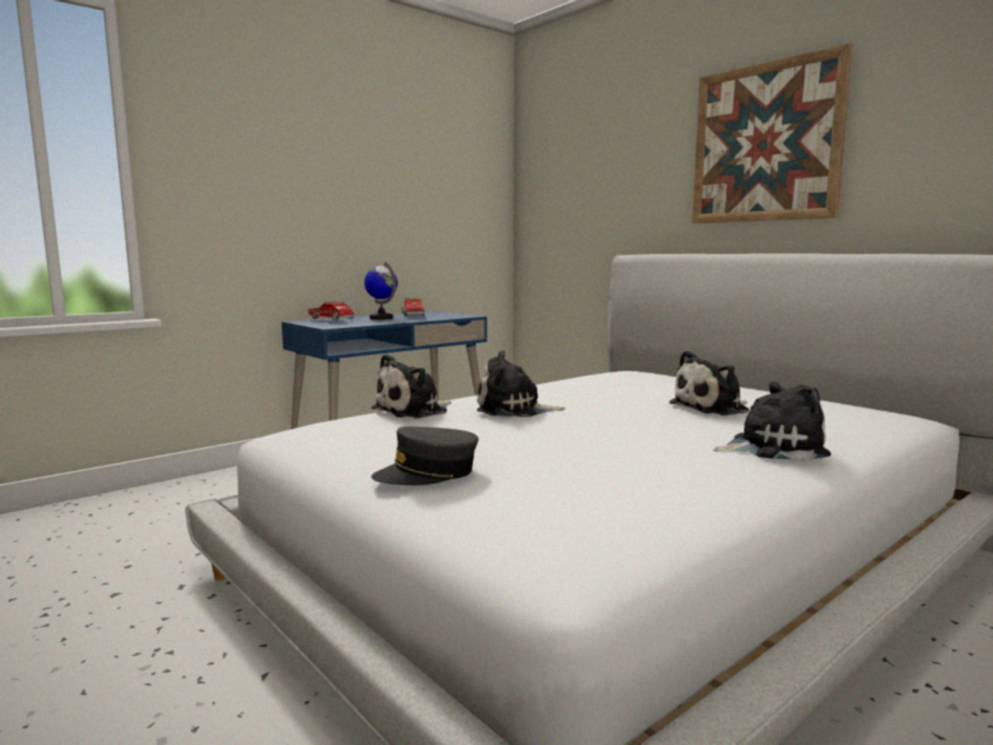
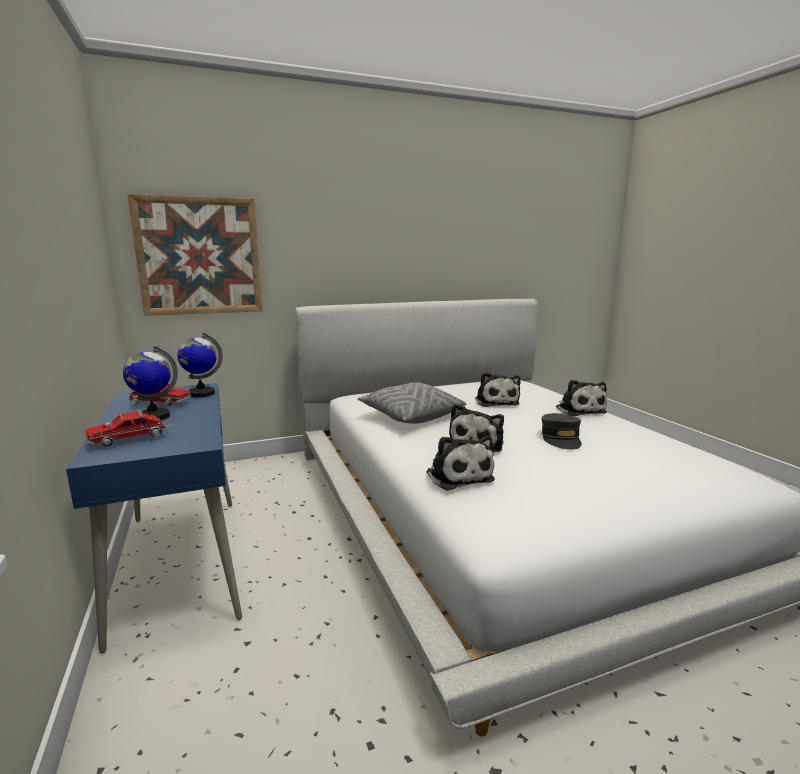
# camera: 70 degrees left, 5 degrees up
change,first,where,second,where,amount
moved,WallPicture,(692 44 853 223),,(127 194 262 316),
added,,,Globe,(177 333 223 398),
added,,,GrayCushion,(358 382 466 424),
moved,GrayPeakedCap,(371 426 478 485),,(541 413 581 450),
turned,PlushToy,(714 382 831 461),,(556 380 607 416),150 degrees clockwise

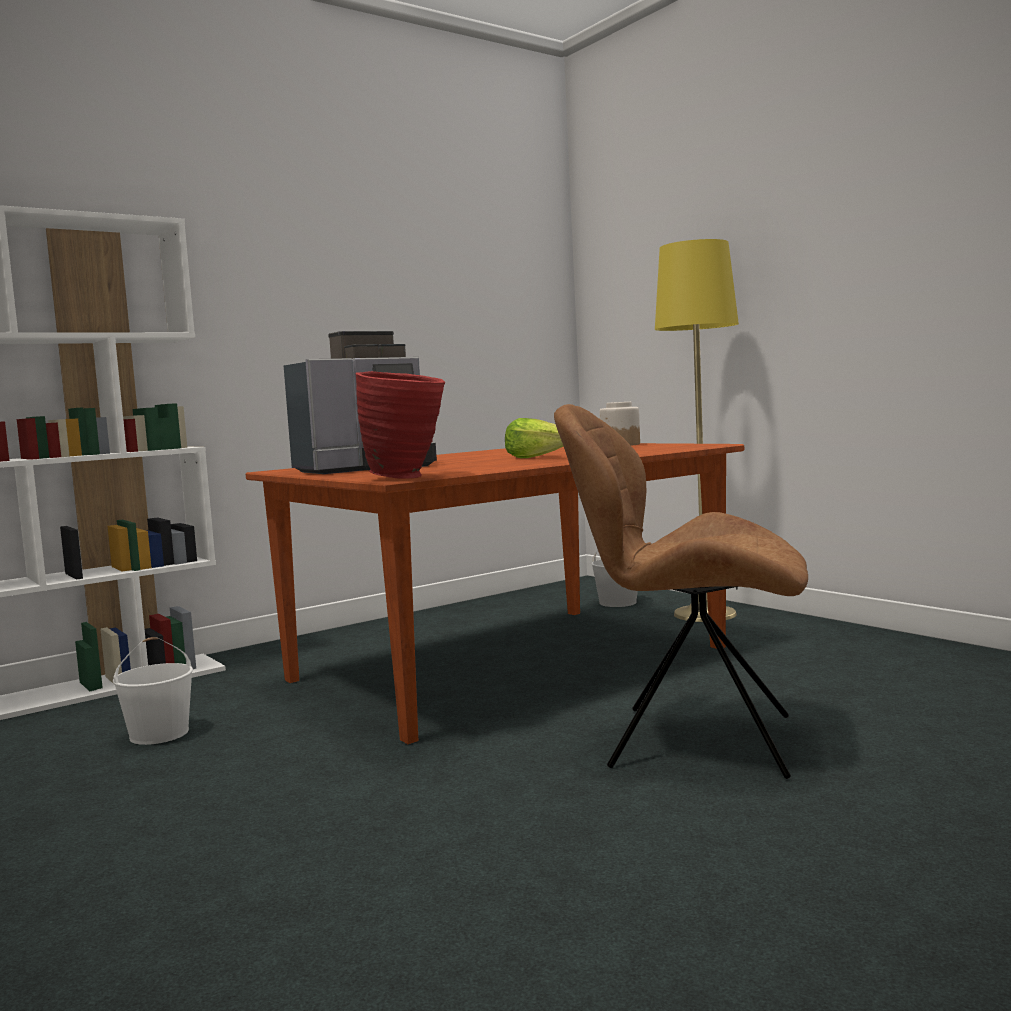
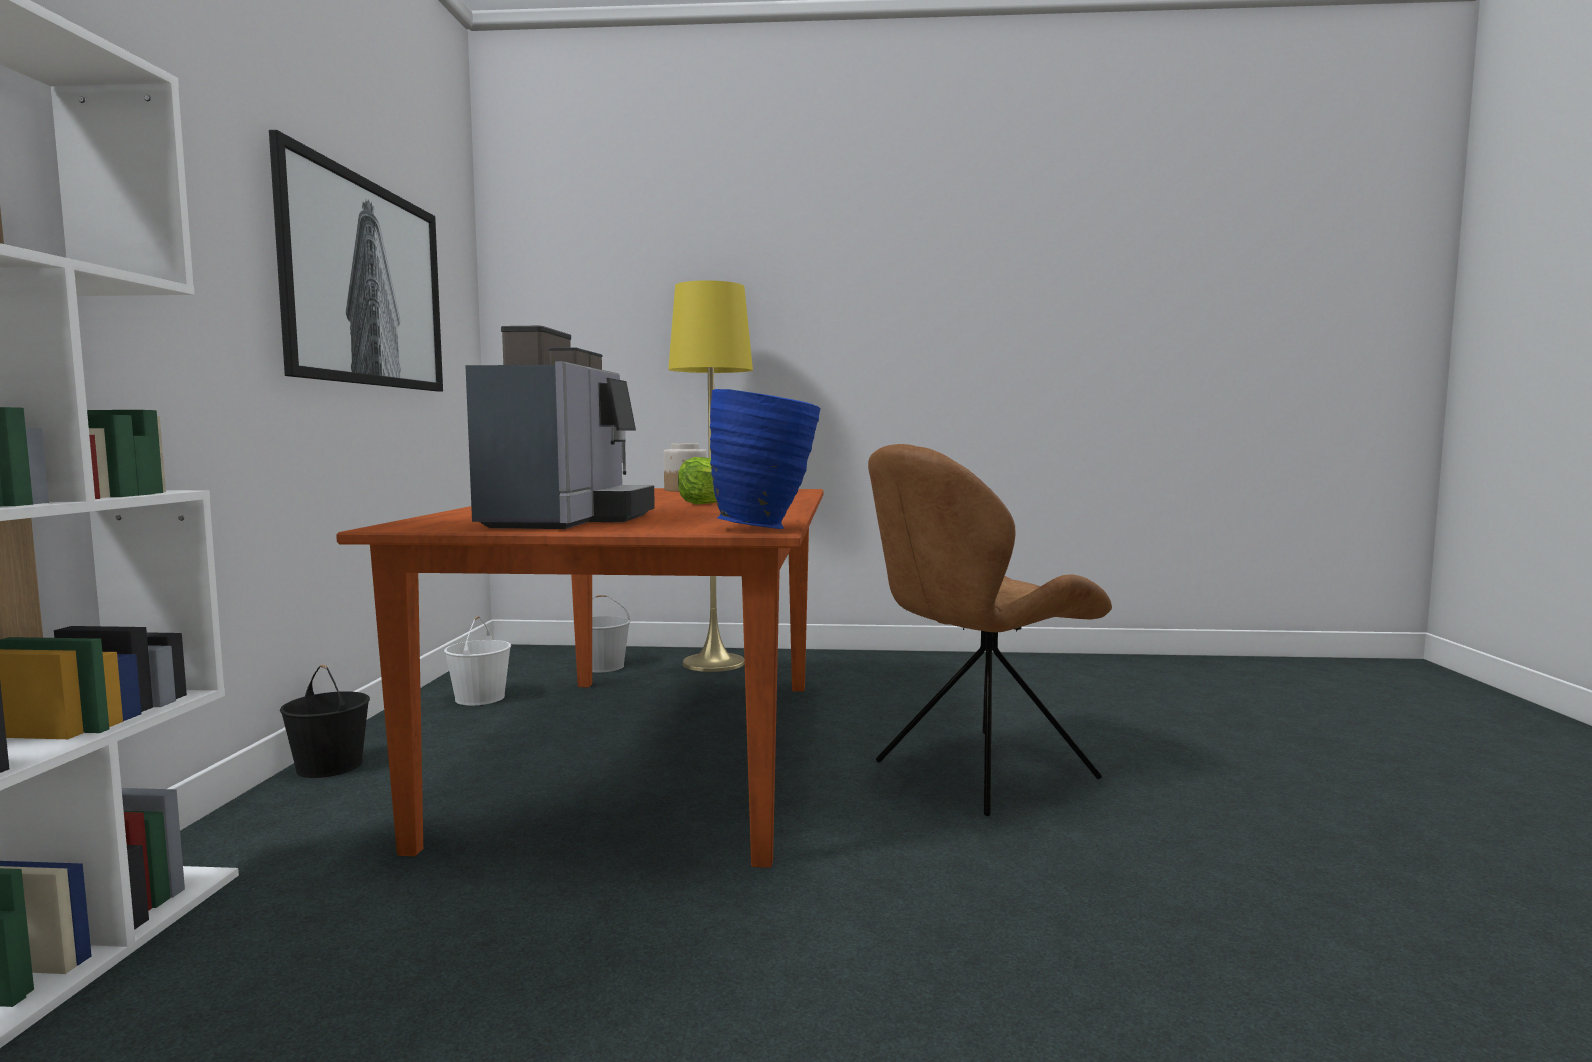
# camera: 50 degrees left, 0 degrees up
change,first,where,second,where,amount
added,,,WallPicture,(269 130 443 392),
added,,,BlackColouredBucket,(280 665 370 778),
moved,WhiteBucket,(113 637 193 745),,(444 616 511 705),
recoloured,RedColouredFlowerVase,(356 371 446 479),BlueColouredFlowerVase,(710 389 821 529),

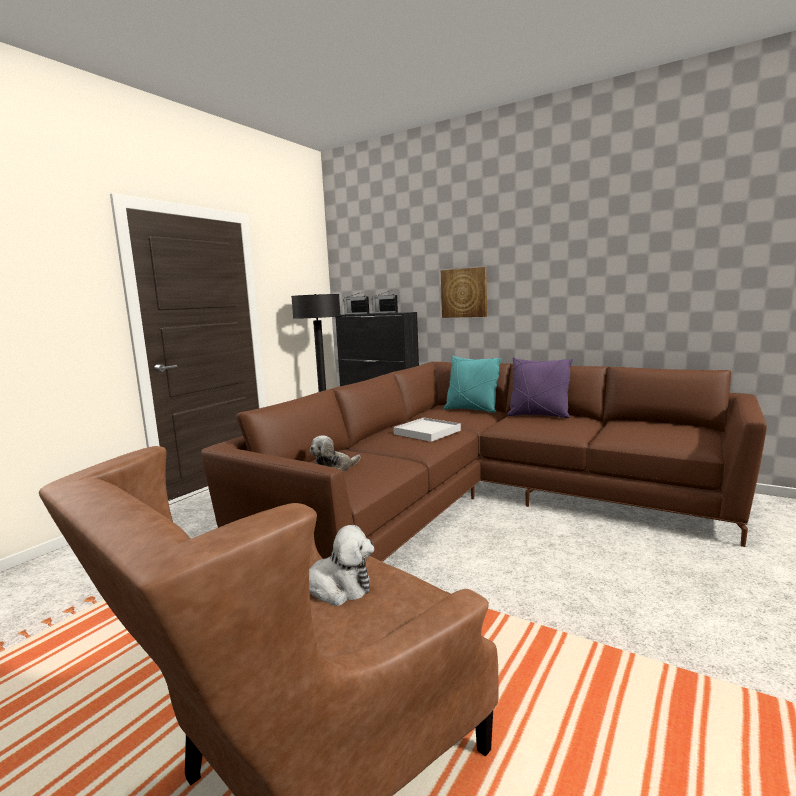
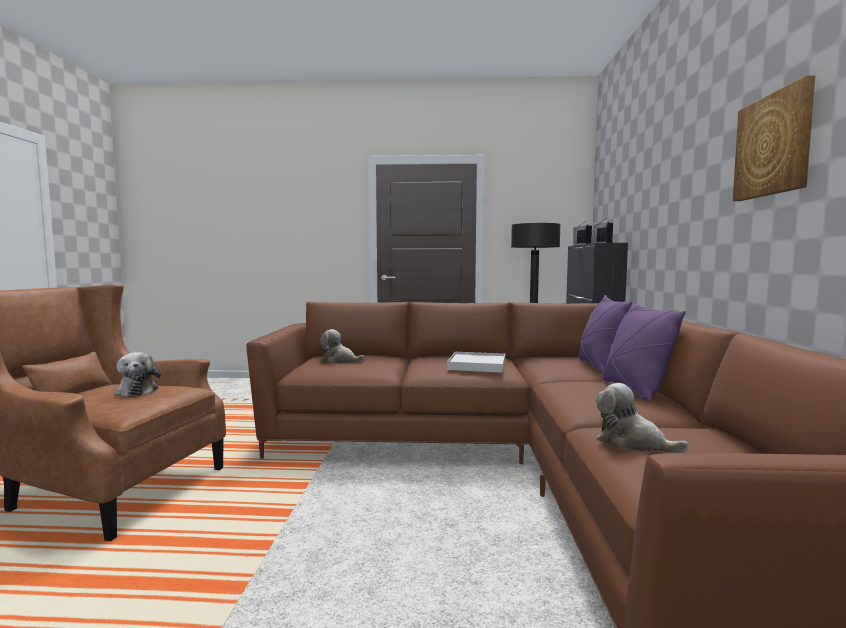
# camera: 60 degrees right, 5 degrees down
change,first,where,second,where,amount
recoloured,TurquoiseColouredCushion,(444 356 502 413),PurpleColouredCushion,(578 295 632 374),
added,,,PlushToy,(596 383 689 453),
moved,WallPicture,(441 267 487 318),,(733 75 815 201),

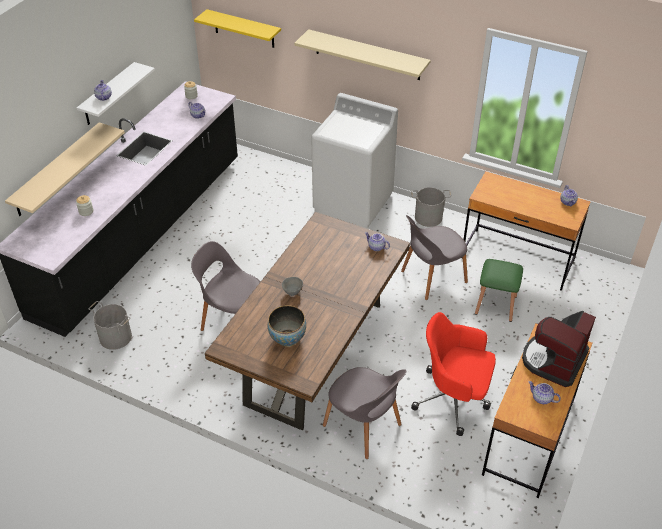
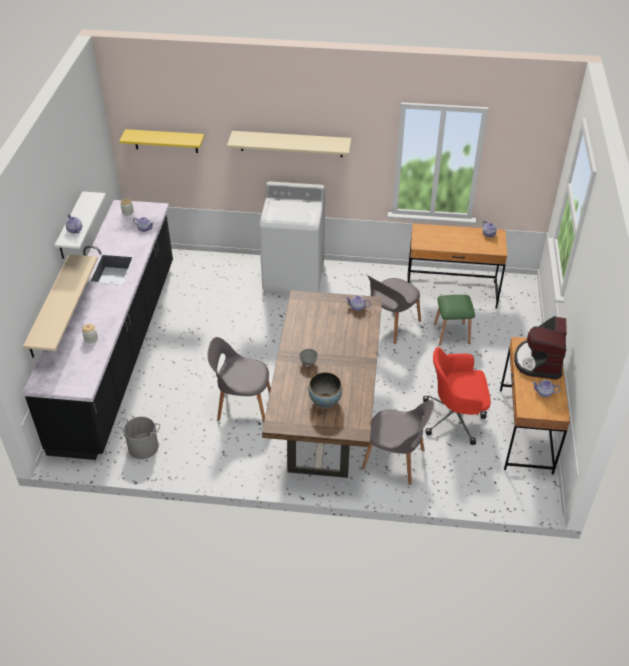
# camera: 20 degrees left, 0 degrees up
change,first,where,second,where,amount
removed,GrayBucket,(411 187 451 227),,,

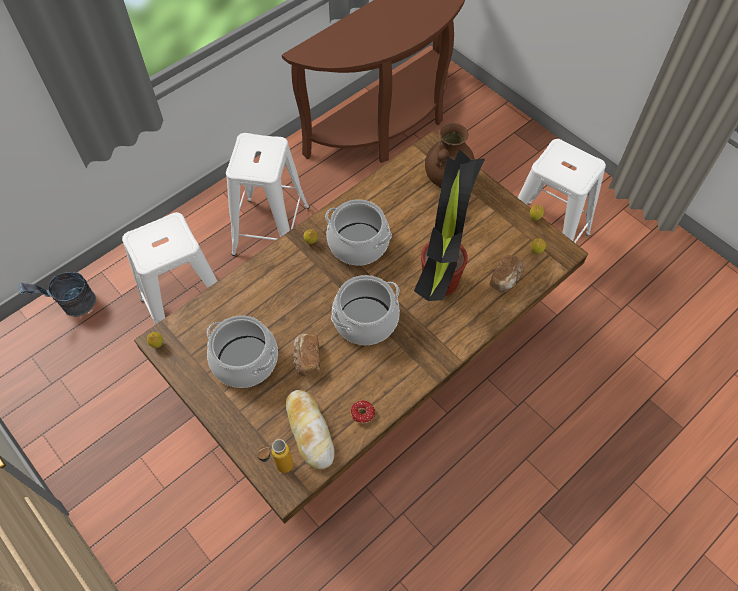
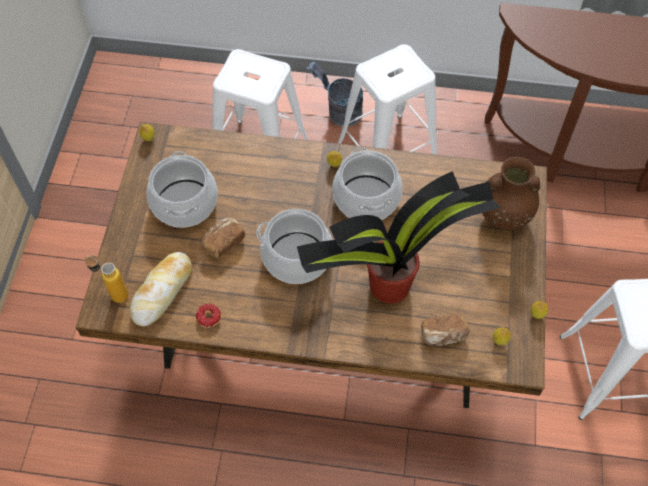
# camera: 50 degrees right, 0 degrees up
change,first,where,second,where,amount
moved,GrayBucket,(18 272 96 316),,(306 62 363 126),

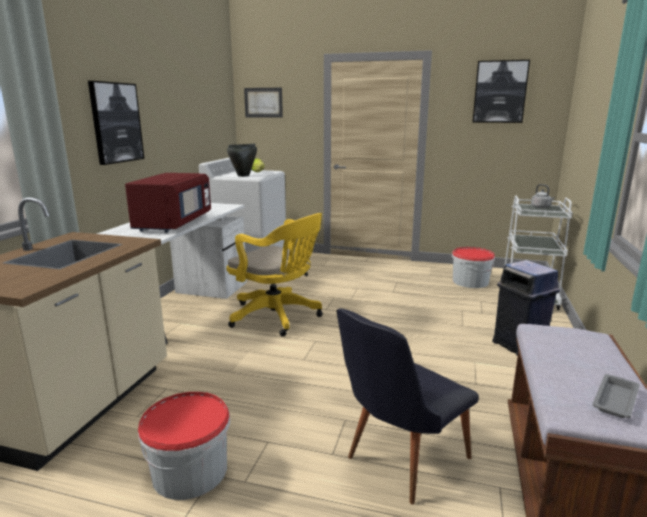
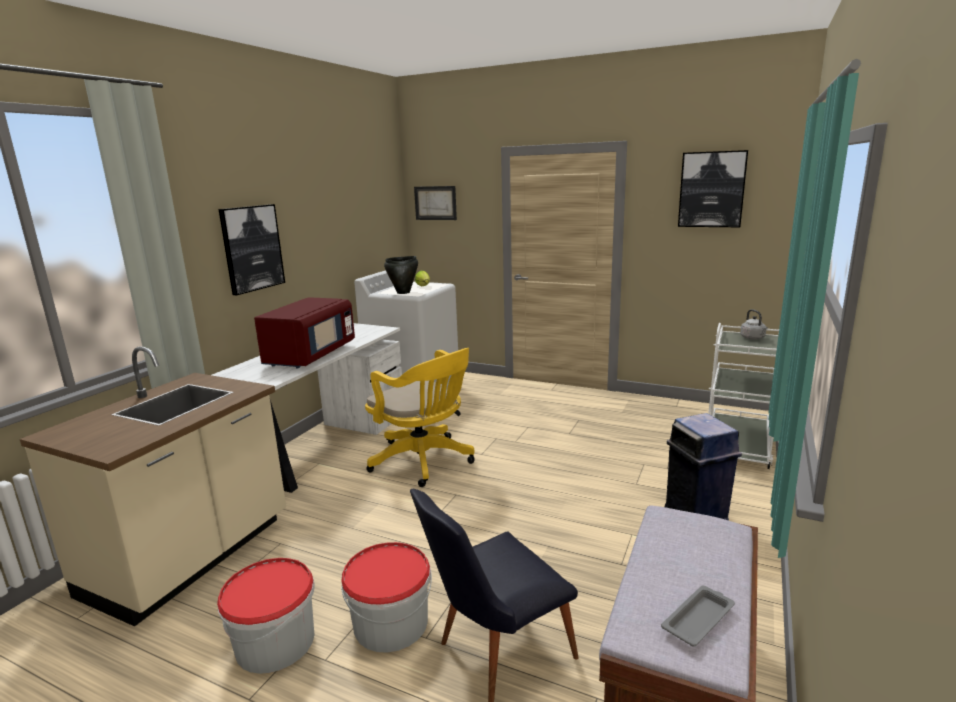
# camera: 10 degrees right, 0 degrees up
change,first,where,second,where,amount
moved,Bucket,(452 247 495 288),,(341 542 432 653),

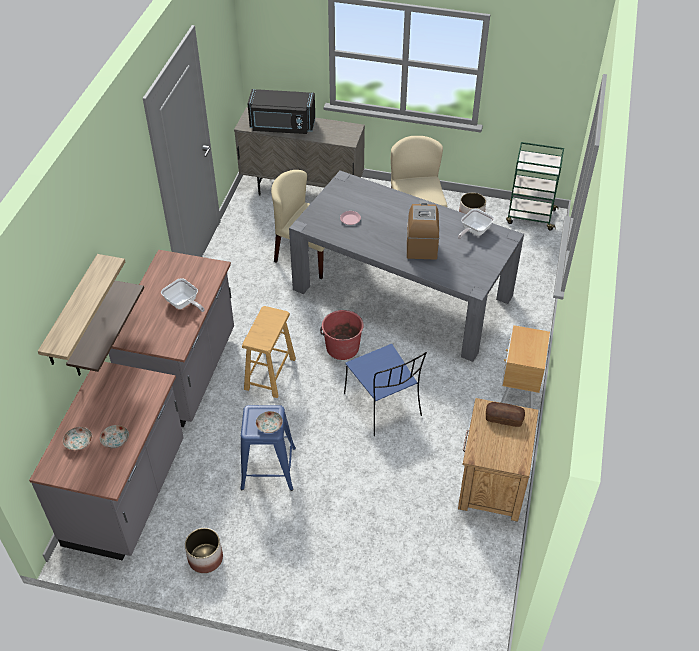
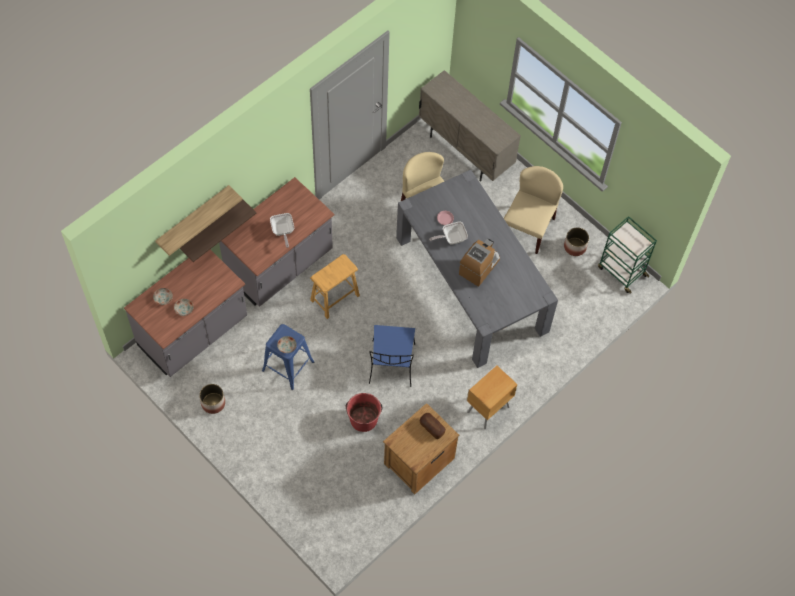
# camera: 30 degrees right, 15 degrees up
change,first,where,second,where,amount
moved,RedColouredBucket,(320 310 364 360),,(346 393 383 432),
moved,Pan,(458 209 495 239),,(429 221 468 245),
removed,BlackColouredMicrowave,(247 89 315 134),,,

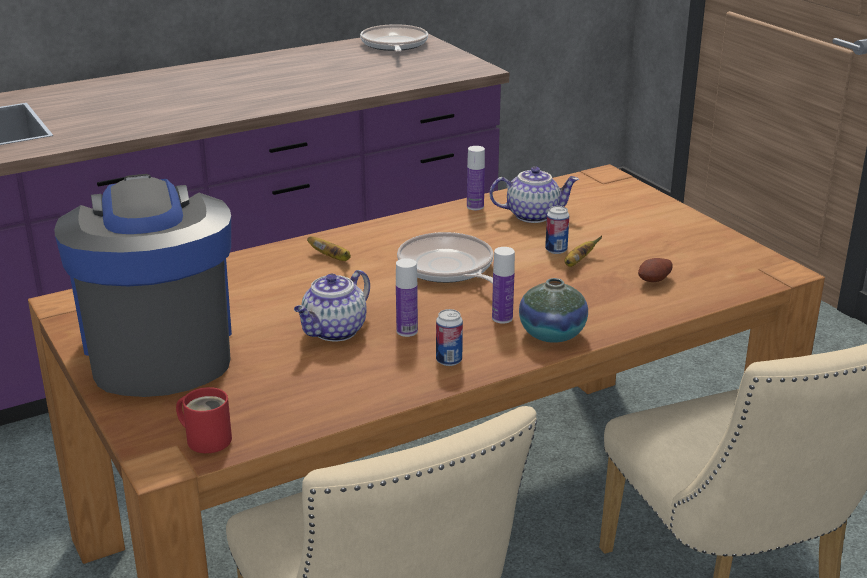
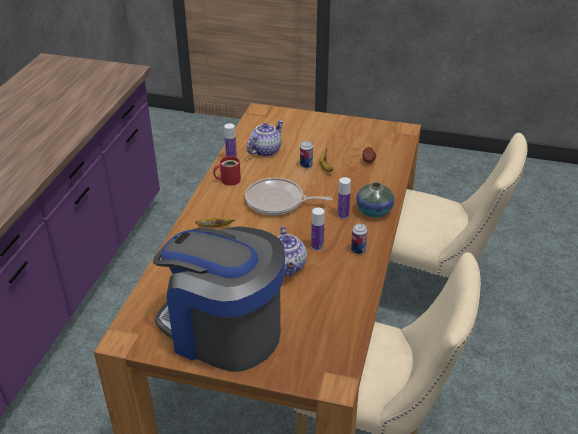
# camera: 45 degrees left, 10 degrees up
change,first,where,second,where,amount
moved,RedColouredMug,(176 387 232 453),,(213 156 241 186),
removed,Pan,(360 24 428 52),,,

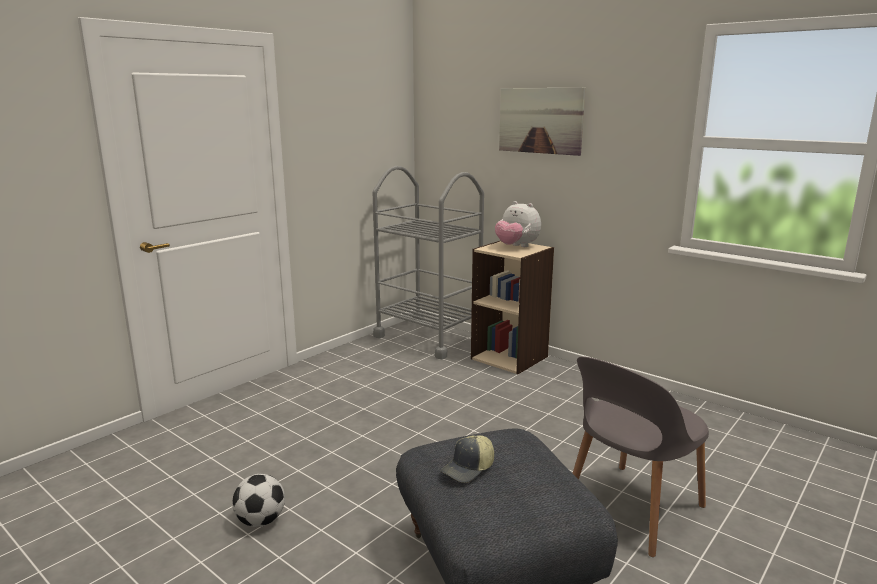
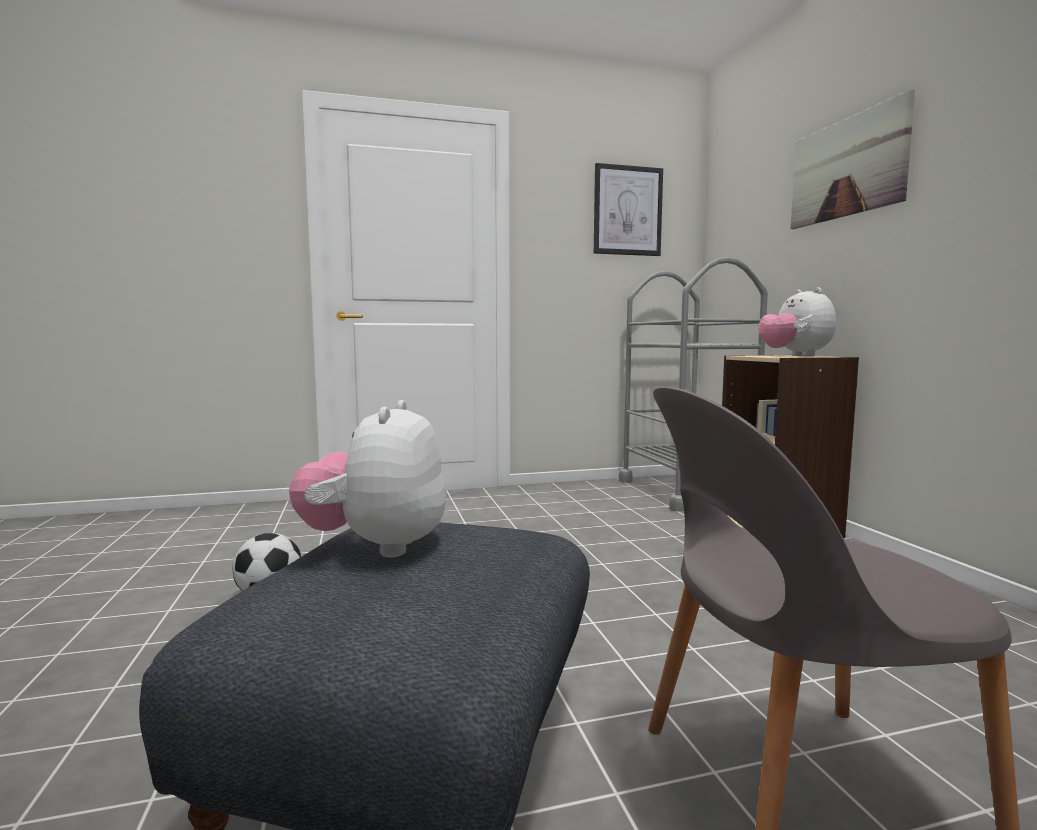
# camera: 35 degrees right, 10 degrees down
change,first,where,second,where,amount
replaced,PeakedCap,(440 435 494 483),PlushToy,(289 400 446 557),
added,,,WallPicture,(594 163 663 256),

